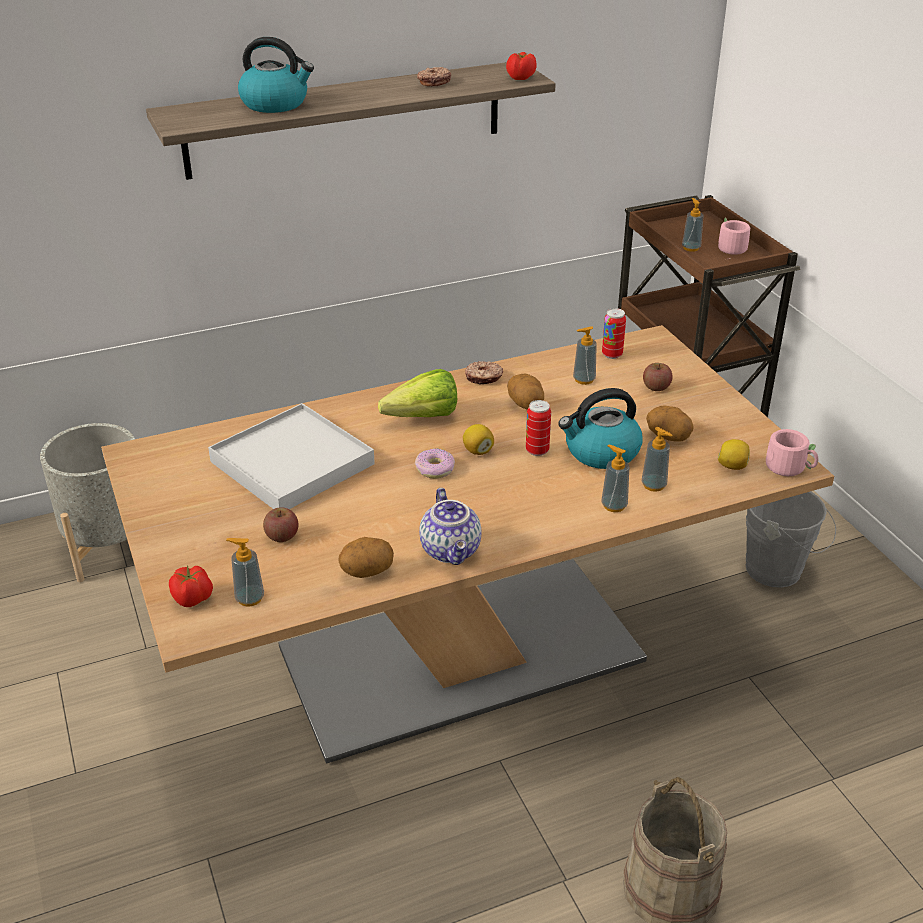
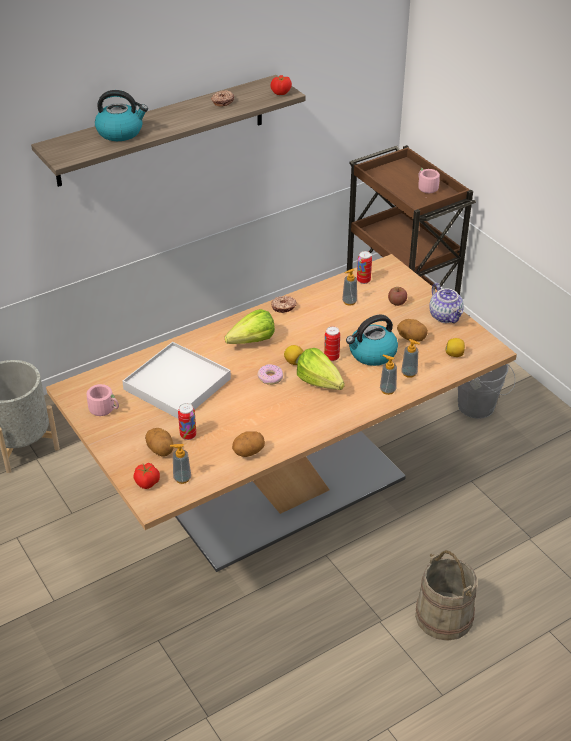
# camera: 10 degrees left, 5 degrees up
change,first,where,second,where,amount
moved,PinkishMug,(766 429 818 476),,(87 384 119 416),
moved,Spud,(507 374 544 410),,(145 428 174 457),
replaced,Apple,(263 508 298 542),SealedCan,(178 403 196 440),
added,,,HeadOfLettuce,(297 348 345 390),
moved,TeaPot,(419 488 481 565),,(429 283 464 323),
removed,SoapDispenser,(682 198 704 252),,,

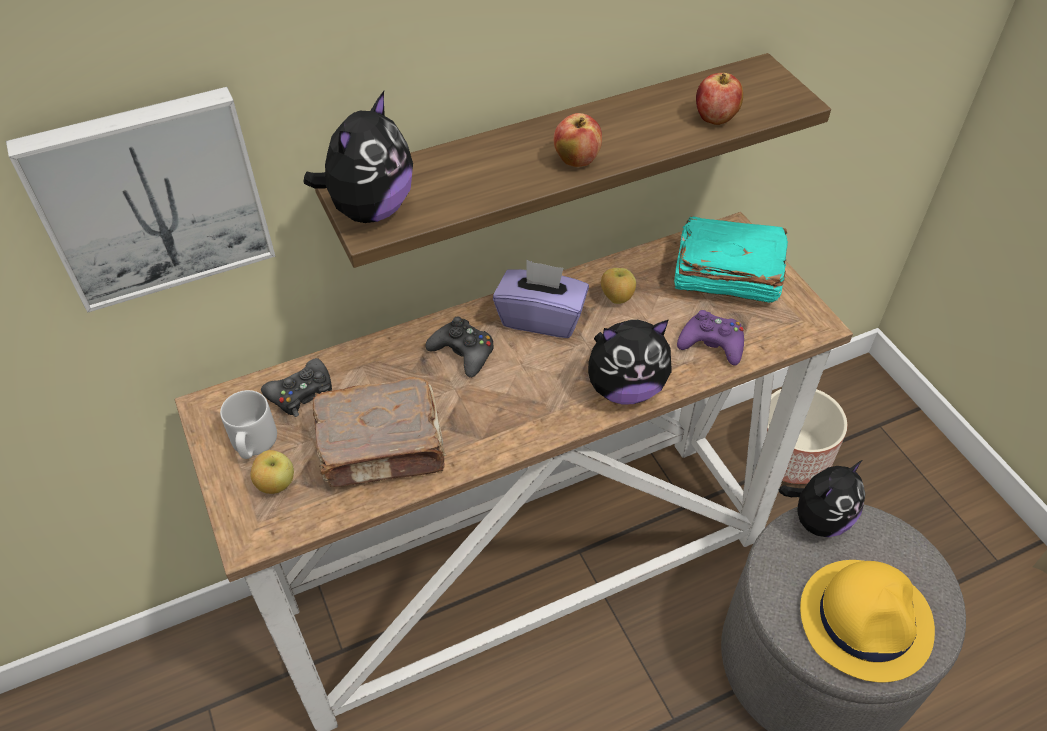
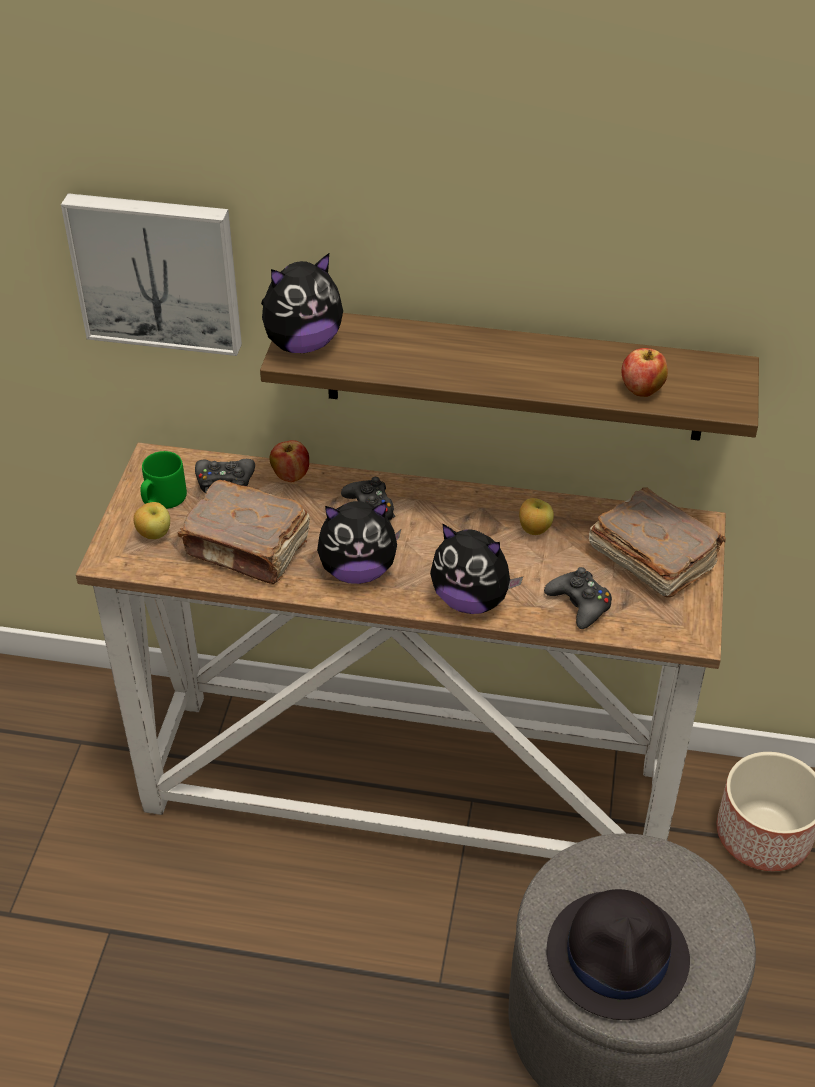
# camera: 35 degrees right, 5 degrees down
change,first,where,second,where,amount
recoloured,GrayMug,(220 390 277 459),GreenishMug,(141 451 187 509),
moved,Apple,(553 113 602 167),,(269 440 309 482),
moved,PlushToy,(779 460 865 537),,(317 501 401 584),
recoloured,PurpleColouredGameController,(677 310 744 365),BlackColouredGameController,(544 567 612 629),
recoloured,YellowColouredWearableHat,(800 560 935 682),BlackColouredWearableHat,(546 889 690 1020),
recoloured,TurquoiseColouredVolume,(672 216 788 303),BrownishVolume,(589 487 726 598),
removed,PurpleColouredTissueBox,(493 260 589 338),,,

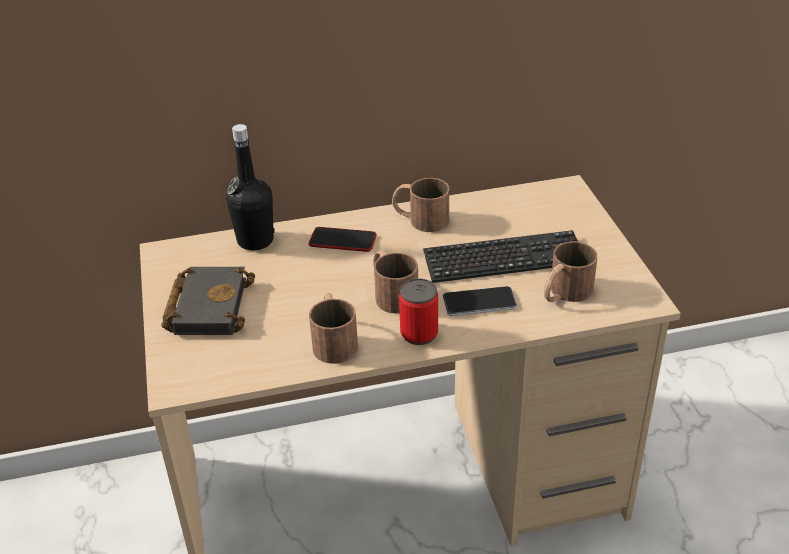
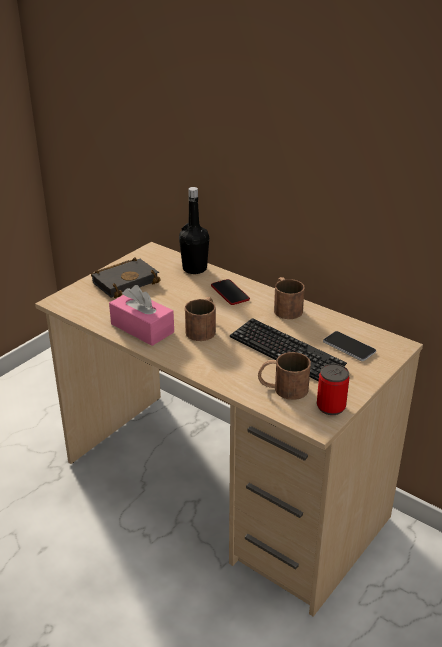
# camera: 50 degrees right, 5 degrees down
change,first,where,second,where,amount
replaced,BrownishMug,(309 293 358 364),PinkishTissueBox,(109 285 174 346),
moved,SealedCan,(399 278 438 345),,(317 363 349 415),
moved,Telephone,(443 286 517 316),,(323 331 376 361),

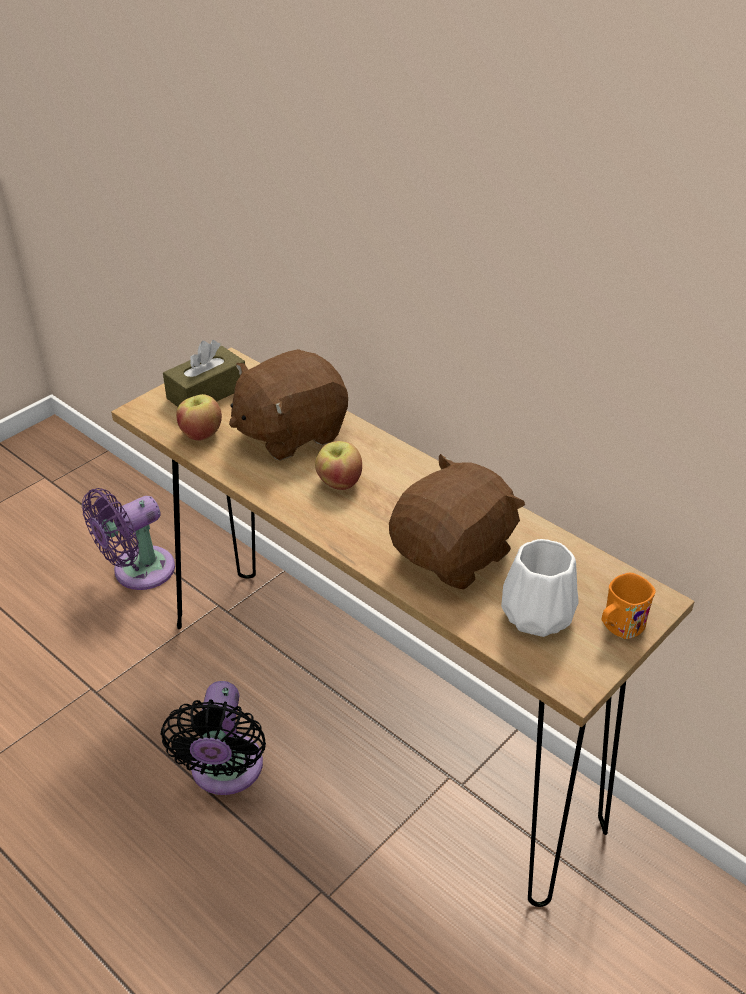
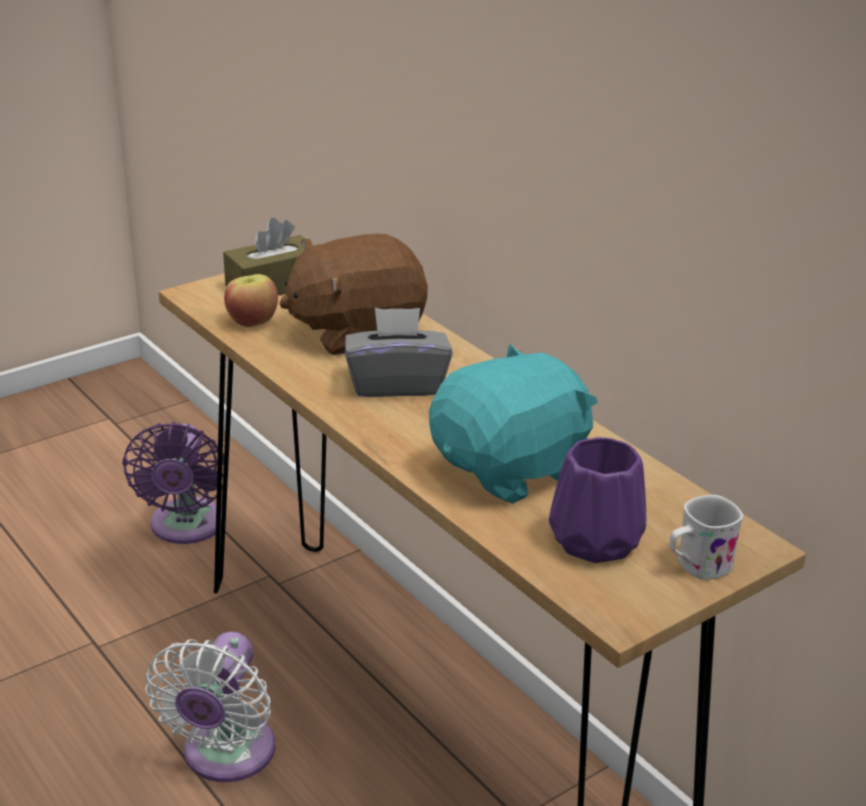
# camera: 10 degrees right, 10 degrees down
change,first,where,second,where,amount
turned,PurpleColouredFan,(82 488 175 590),,(122 422 224 544),60 degrees counterclockwise
recoloured,BlackColouredFan,(161 681 266 795),WhiteFan,(145 632 275 782),
replaced,Apple,(315 441 362 490),GrayTissueBox,(345 308 452 397),
recoloured,BrownishPlushToy,(389 454 525 590),TurquoiseColouredPlushToy,(429 344 598 504),
recoloured,WhiteFlowerVase,(501 539 579 637),PurpleColouredFlowerVase,(549 437 646 563),
recoloured,OrangeColouredMug,(601 573 656 639),WhiteMug,(669 495 743 580),

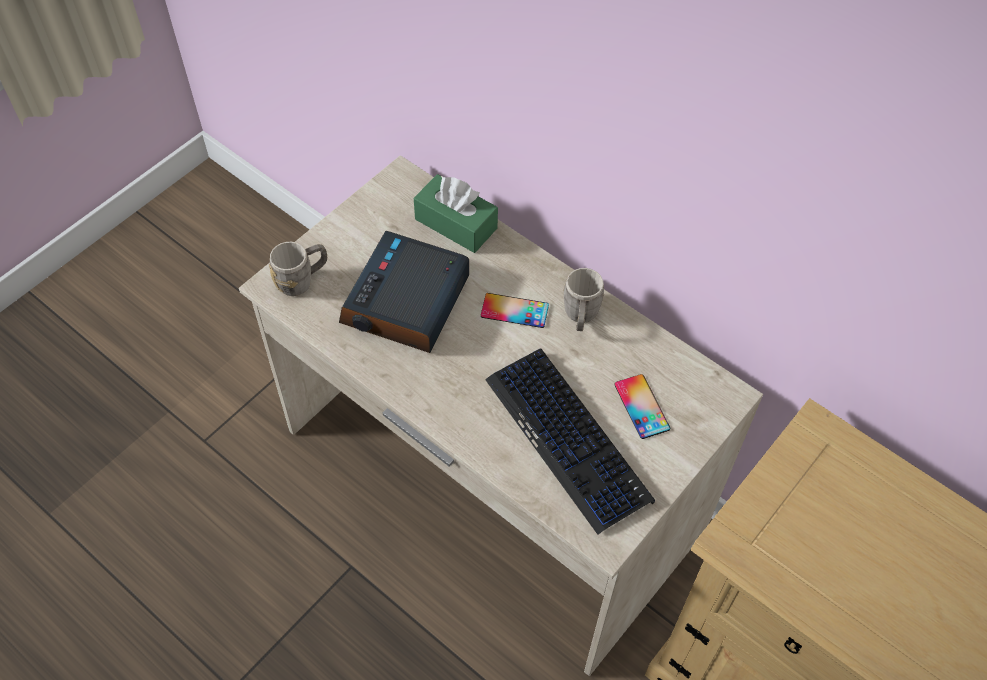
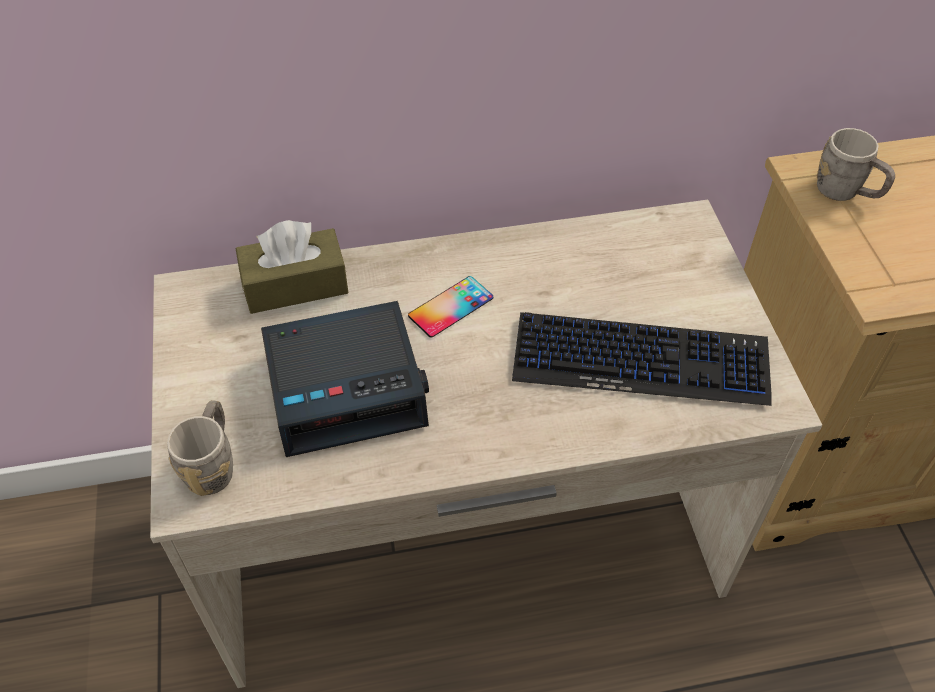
# camera: 50 degrees left, 5 degrees down
change,first,where,second,where,amount
recoloured,GreenishTissueBox,(414 174 498 253),BrownishTissueBox,(236 220 348 314),
turned,BedsideClock,(339 231 469 353),,(261 301 429 457),75 degrees counterclockwise
moved,GrayMug,(563 268 604 331),,(816 128 895 201),
removed,Telephone,(614 374 670 439),,,

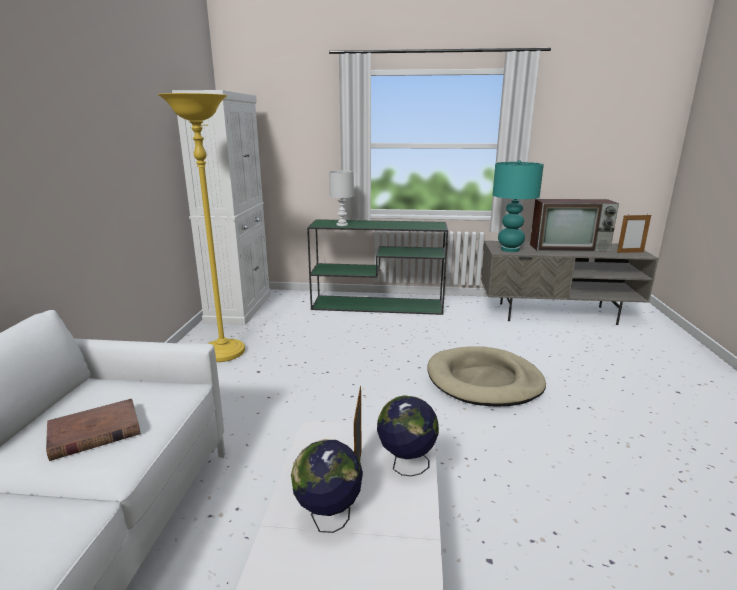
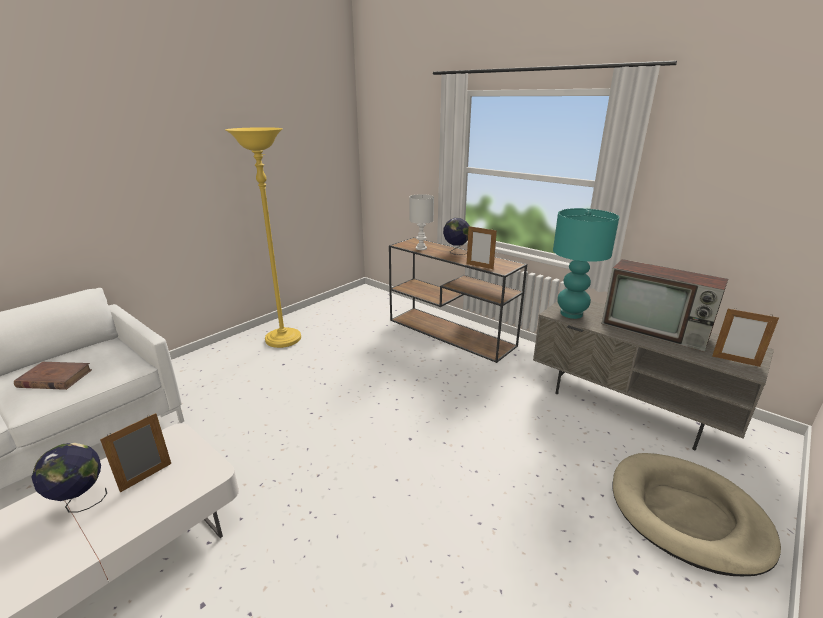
# camera: 35 degrees right, 5 degrees up
change,first,where,second,where,amount
recoloured,GreenishHallTable,(307 219 448 315),BrownishHallTable,(389 237 527 363),
moved,Globe,(377 395 439 476),,(443 218 470 255),
added,,,StandingFrame,(467 225 497 269),
moved,SandColouredDogCushion,(427 346 546 406),,(613 453 781 576),
removed,WhiteCabinet,(172 90 271 325),,,

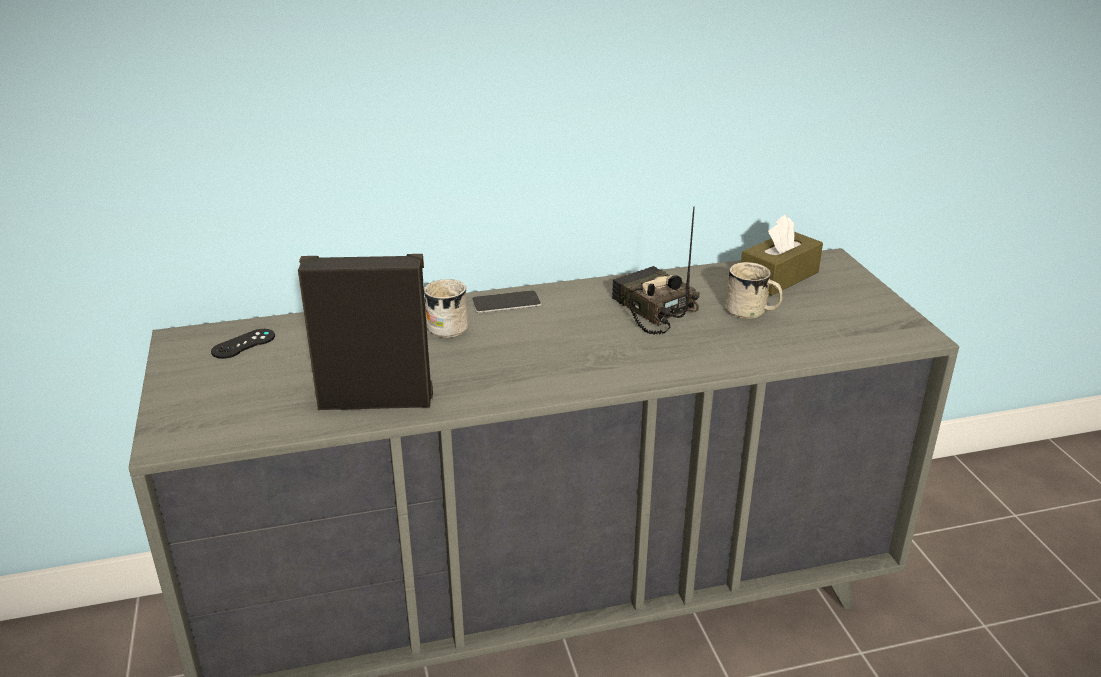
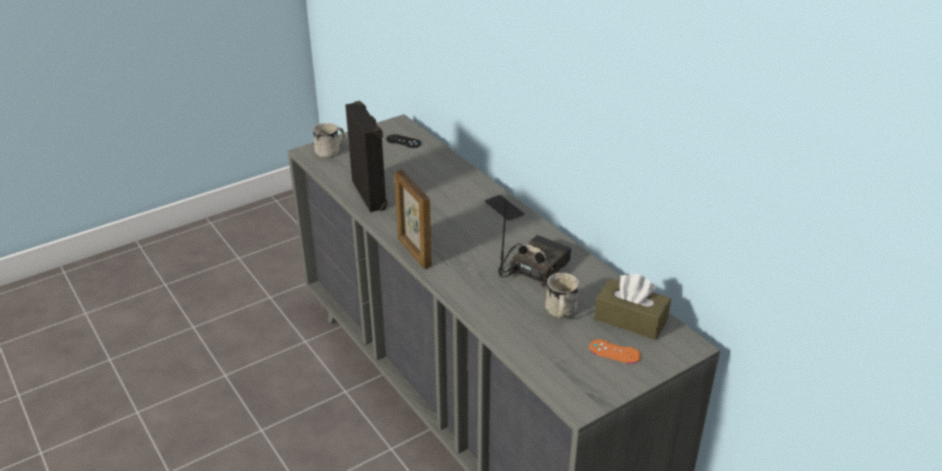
# camera: 70 degrees right, 5 degrees up
change,first,where,second,where,amount
moved,WhiteMug,(424 279 468 338),,(313 123 345 158),
added,,,StandingFrame,(395 170 432 269),
added,,,OrangeColouredGameController,(589 339 641 364),

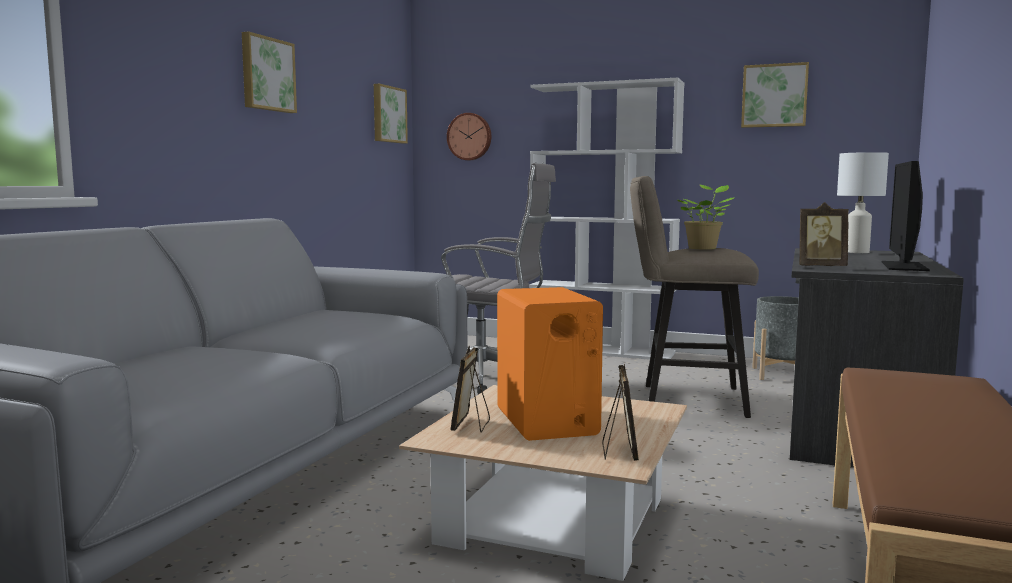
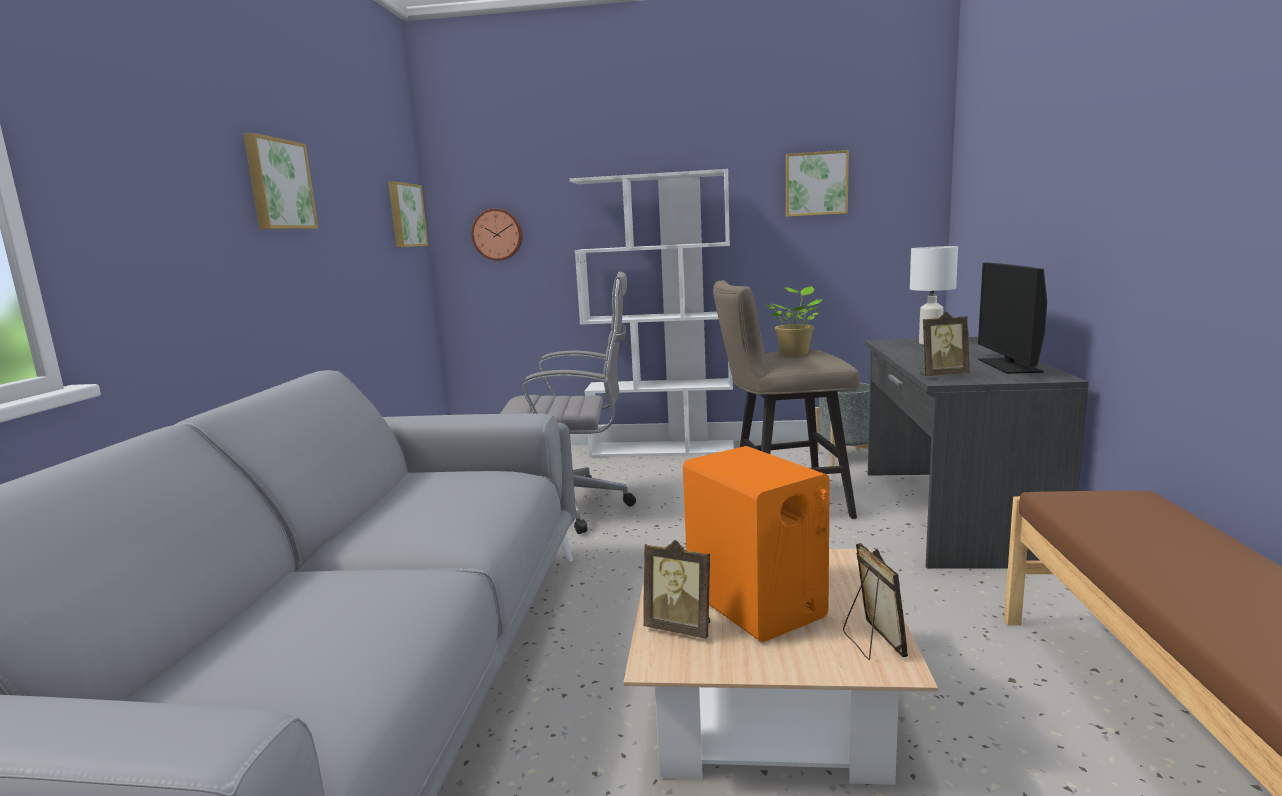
# camera: 15 degrees left, 5 degrees up
change,first,where,second,where,amount
turned,StandingFrame,(451 346 490 433),,(643 540 710 639),60 degrees counterclockwise

